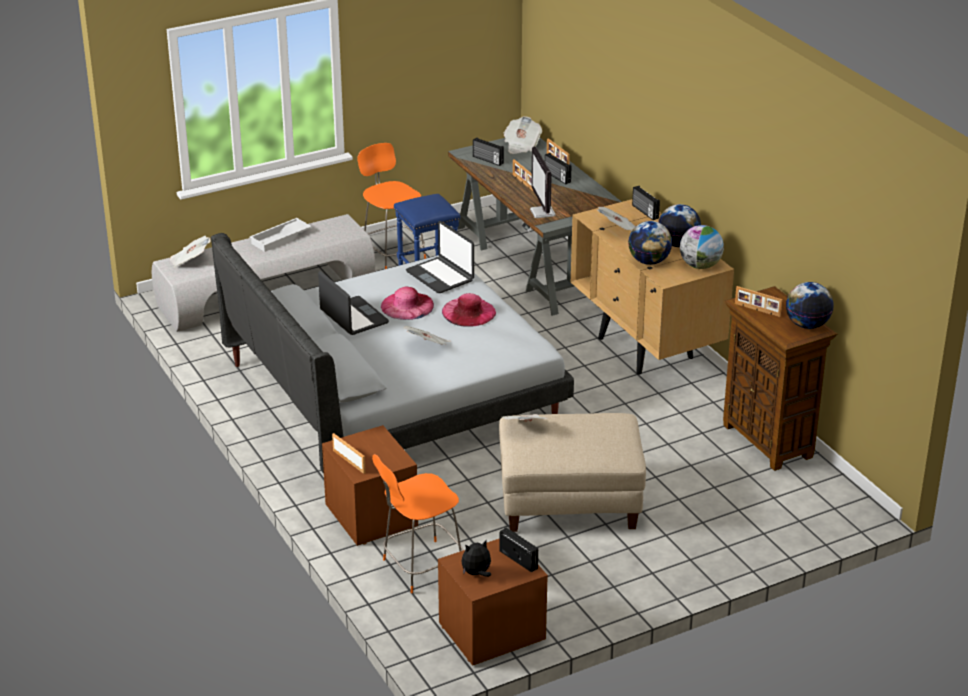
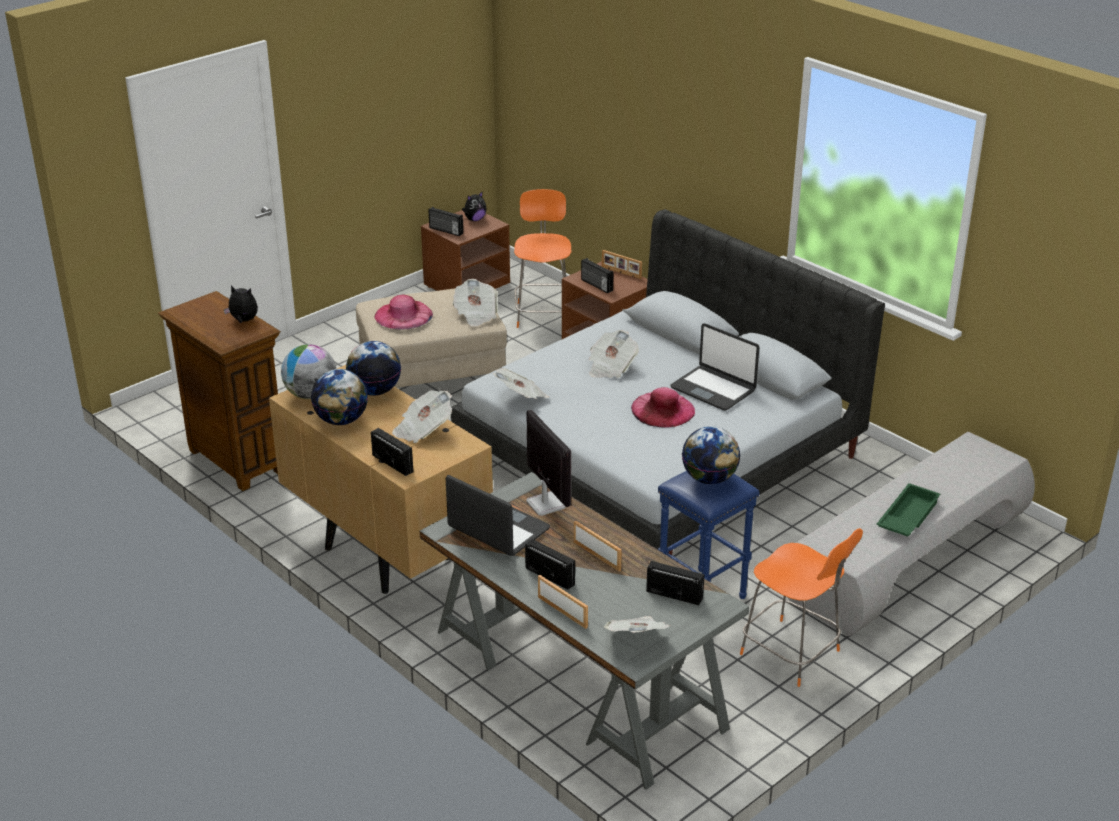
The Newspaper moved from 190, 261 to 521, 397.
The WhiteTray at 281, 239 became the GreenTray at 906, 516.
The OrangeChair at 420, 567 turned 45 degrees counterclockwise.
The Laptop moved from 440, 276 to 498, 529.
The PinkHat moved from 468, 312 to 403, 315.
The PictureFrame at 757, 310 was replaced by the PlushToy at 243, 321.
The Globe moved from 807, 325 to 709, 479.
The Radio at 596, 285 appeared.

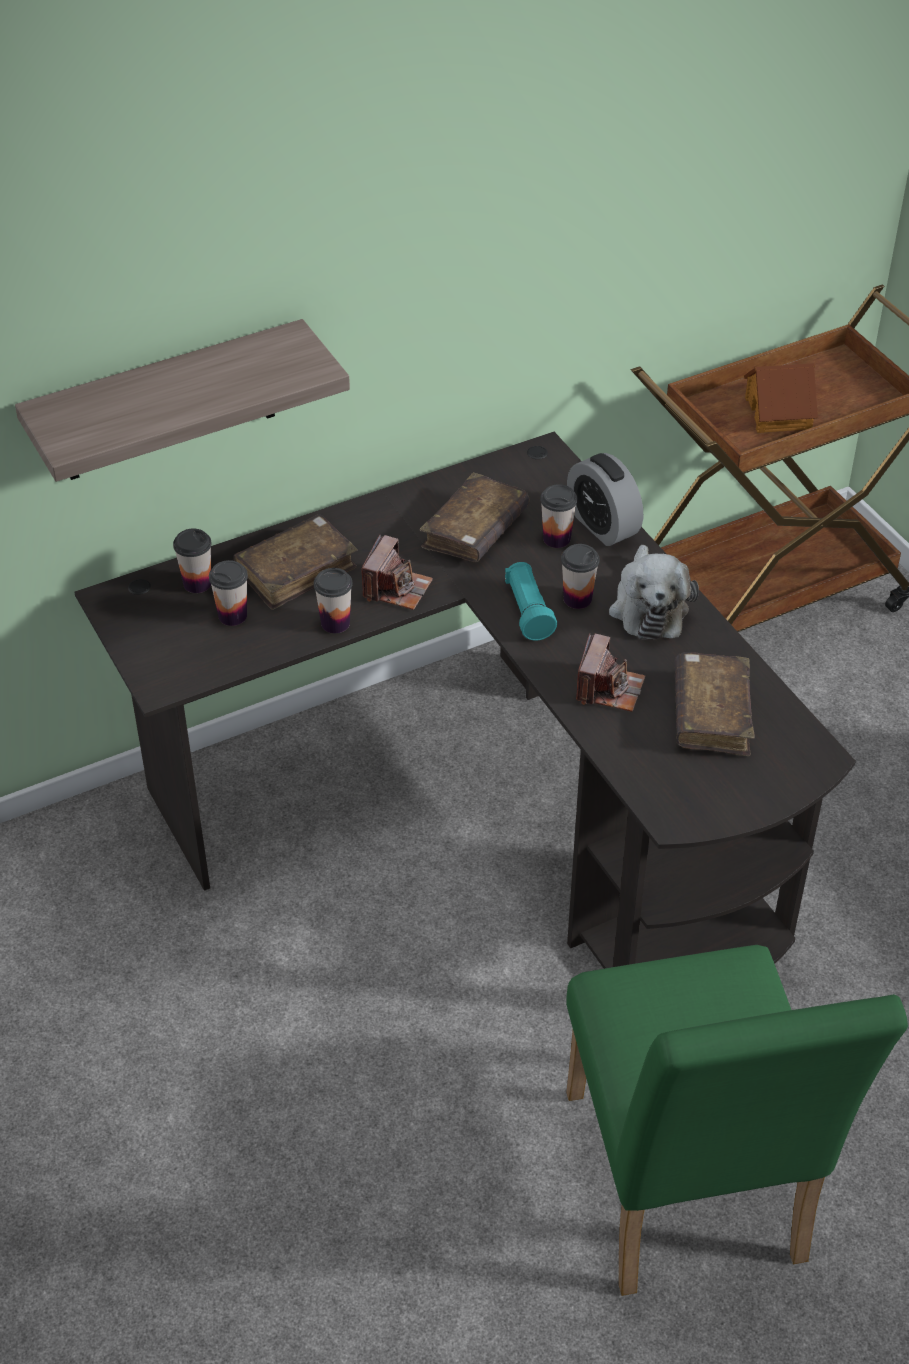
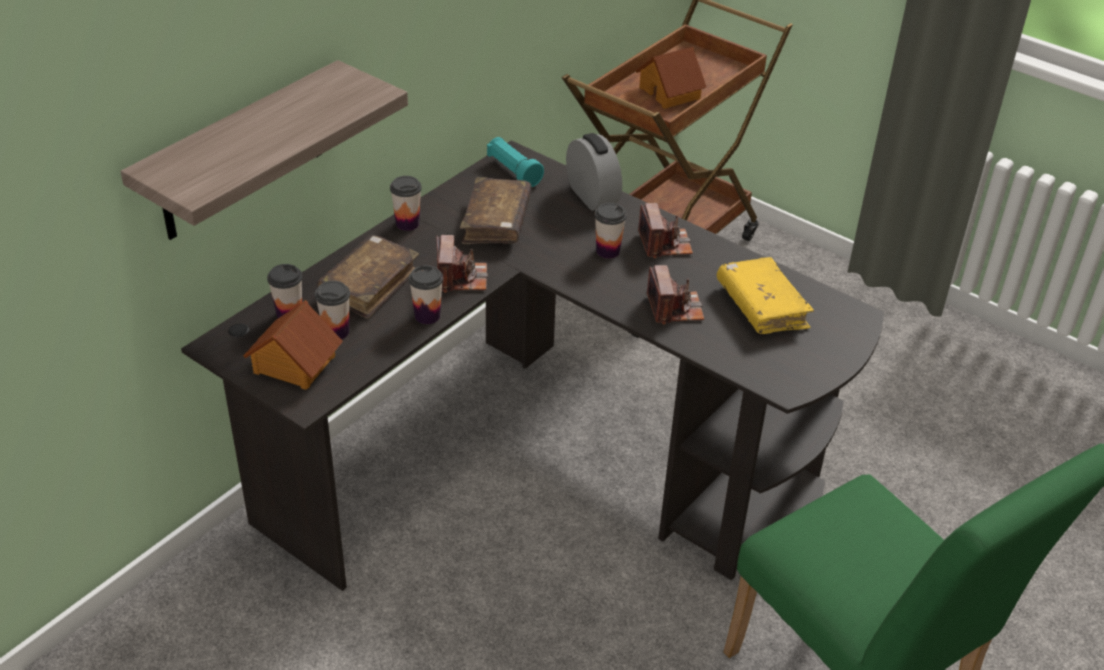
The TurquoiseFlashlight moved from 528, 611 to 513, 172.
The Cup moved from 556, 539 to 407, 224.
The AlarmClock at 602, 525 turned 150 degrees counterclockwise.
The PlushToy at 648, 607 was replaced by the PhotoCamera at 664, 244.
The BrownBook at 711, 714 became the YellowBook at 761, 306.
The ToyHouse at 294, 364 appeared.

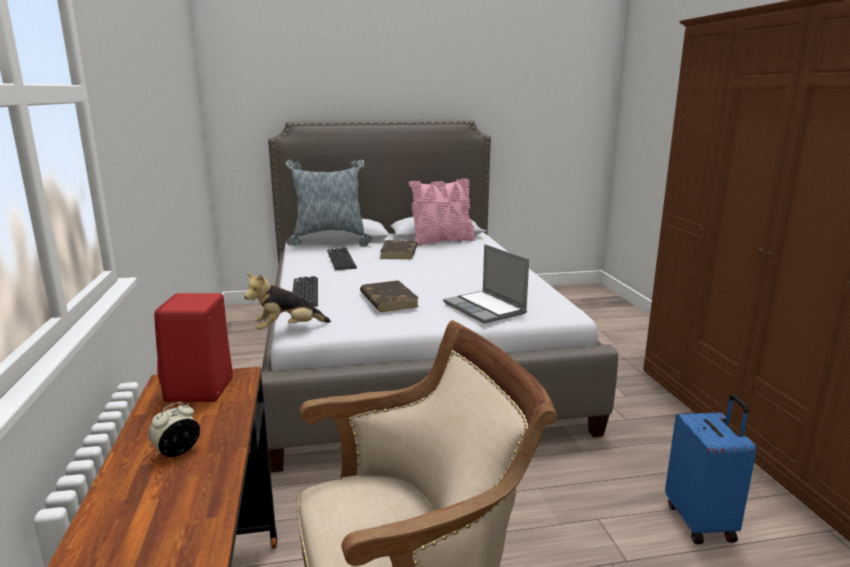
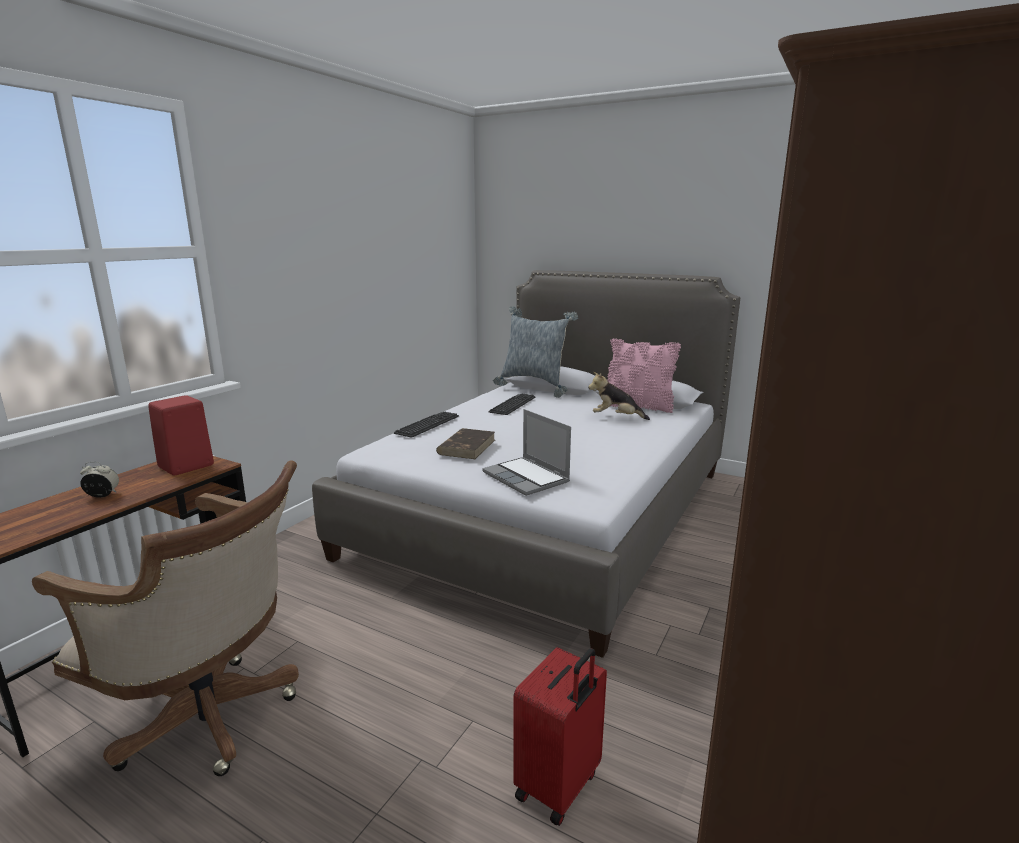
The PlushToy moved from 287, 329 to 616, 418.
The BrownBook at 399, 253 disappeared.
The Laptop at 486, 309 turned 45 degrees counterclockwise.
The BlueSuitcase at 701, 522 became the RedSuitcase at 559, 786.

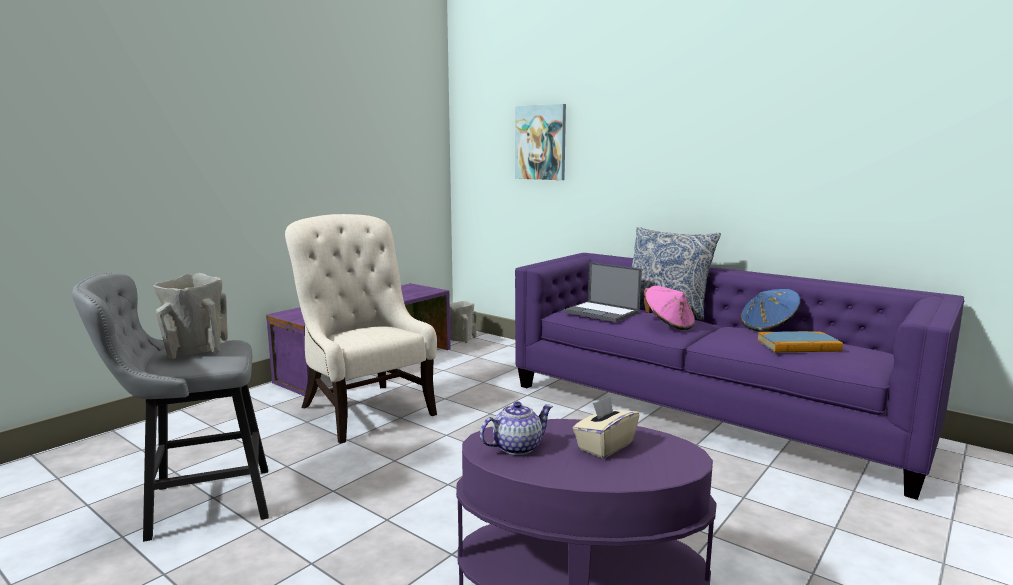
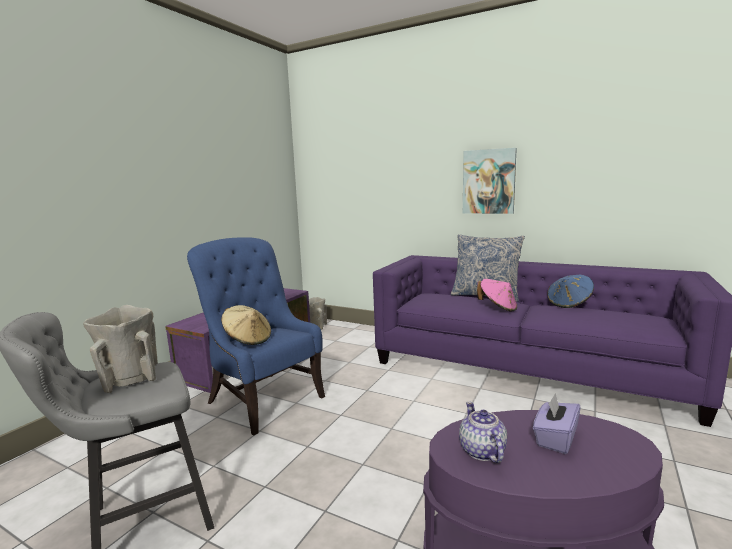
The BeigeArmchair at 365, 410 became the BlueArmchair at 264, 400.
The Teapot at 516, 447 turned 60 degrees counterclockwise.
The Picture moved from 541, 142 to 488, 181.
The Laptop at 602, 312 disappeared.
The BeigeTissueBox at 605, 446 became the PurpleTissueBox at 555, 438.
The Book at 798, 345 disappeared.
The BeigeHat at 248, 339 appeared.

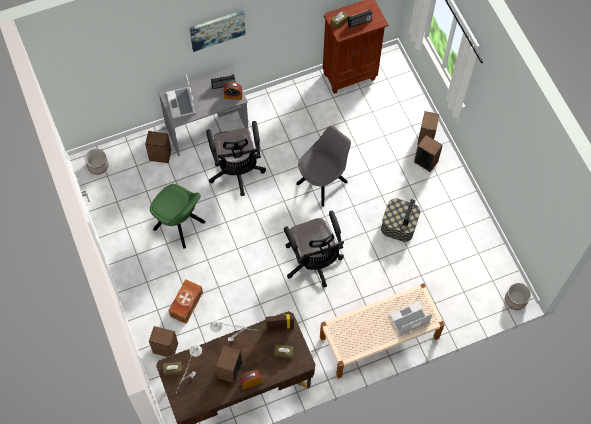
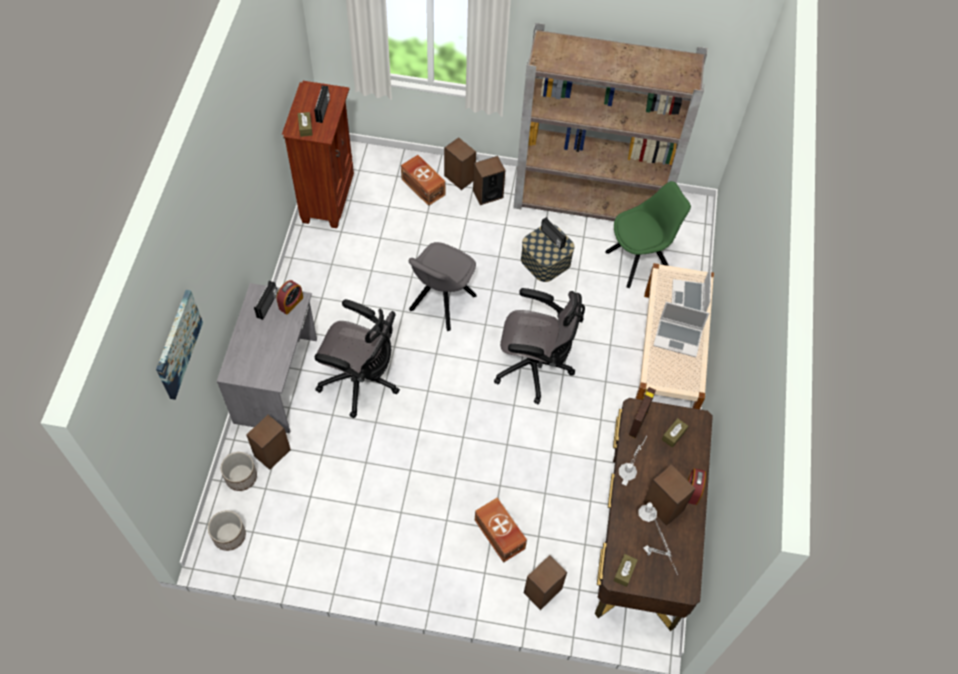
The GreenChair moved from 180, 225 to 638, 261.
The Laptop moved from 181, 103 to 678, 338.
The Picture moved from 217, 29 to 177, 344.
The GreyChair at 322, 183 turned 135 degrees counterclockwise.
The Planter moved from 515, 300 to 241, 477.
The BrownStorageBox at 423, 186 appeared.
The BrownBookcase at 590, 199 appeared.

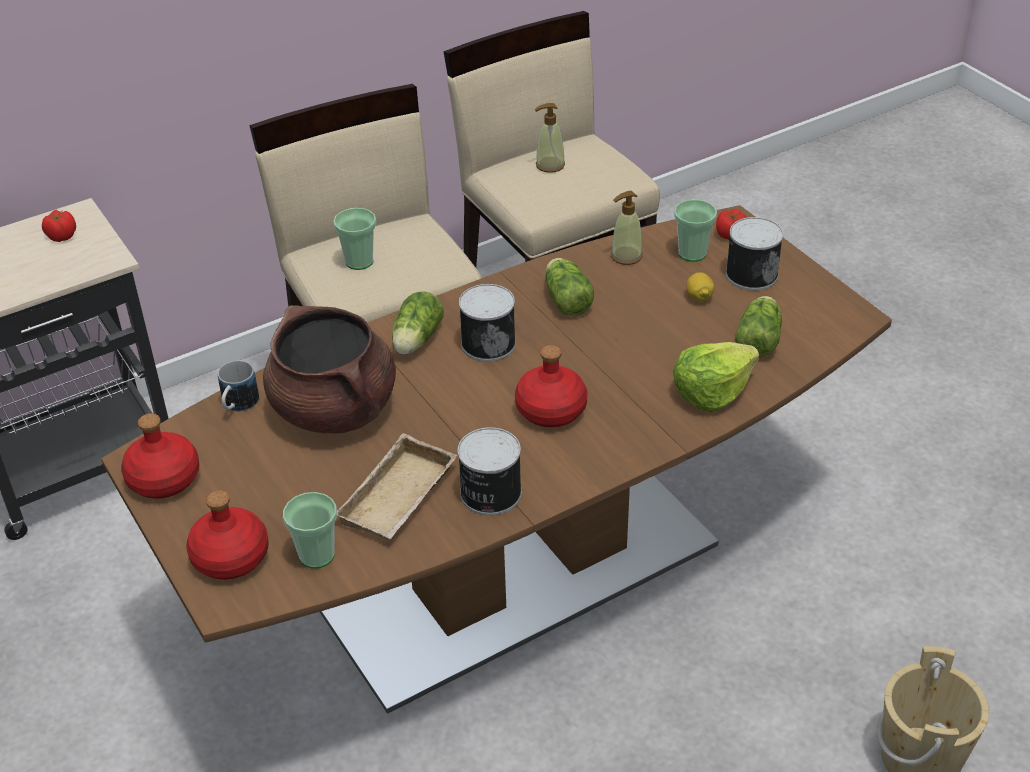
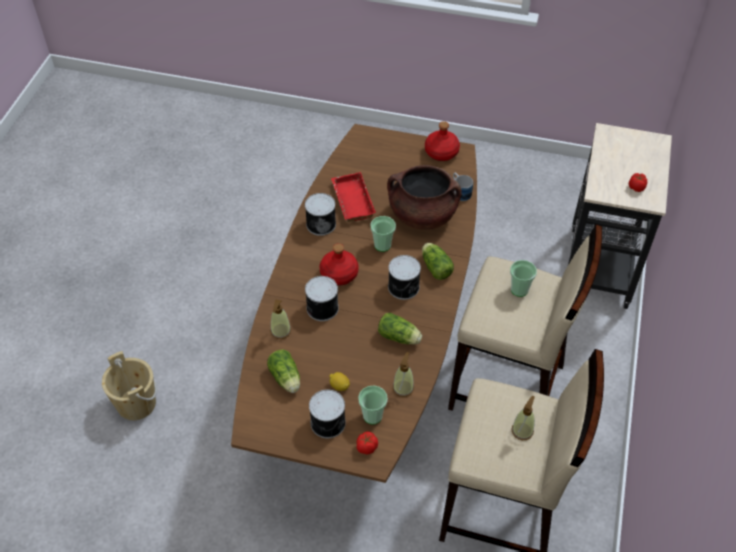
The RedBottle at 229, 557 disappeared.
The Cup moved from 317, 555 to 382, 245.
The BeigeTray at 400, 498 became the RedTray at 351, 200.
The Lettuce at 712, 392 was replaced by the SoapDispenser at 280, 331.
The Can at 321, 308 appeared.

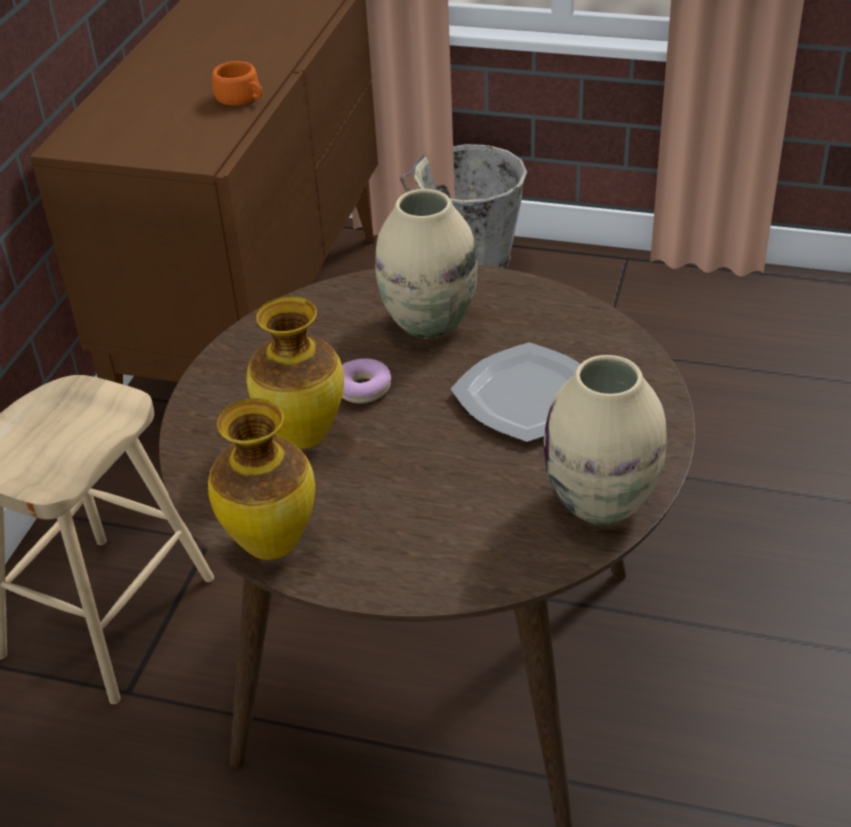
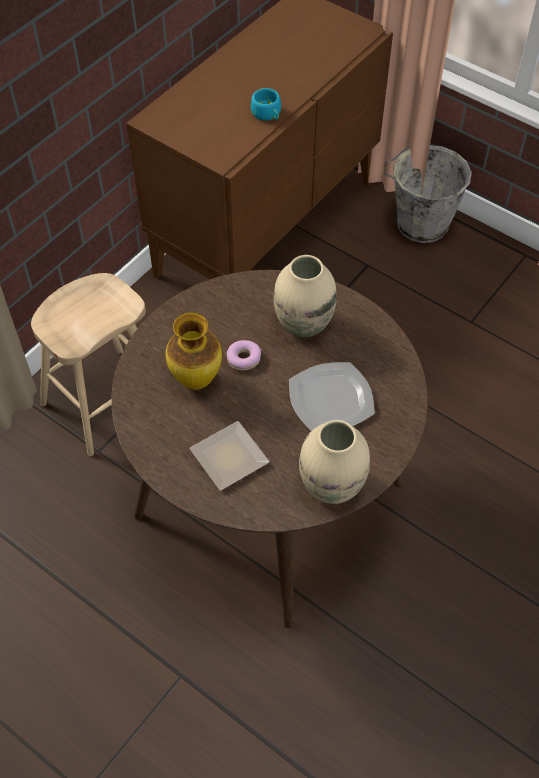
The Vase at 272, 544 disappeared.
The OrangeCup at 242, 98 became the TurquoiseCup at 268, 114.
The Plate at 226, 457 appeared.

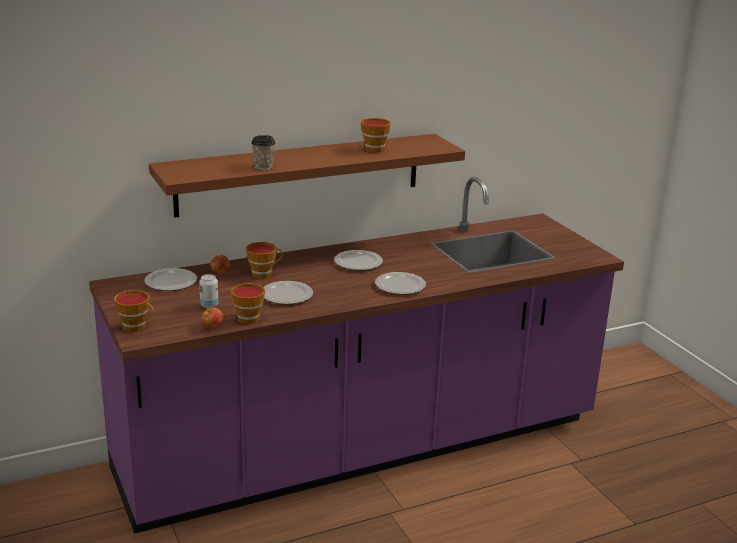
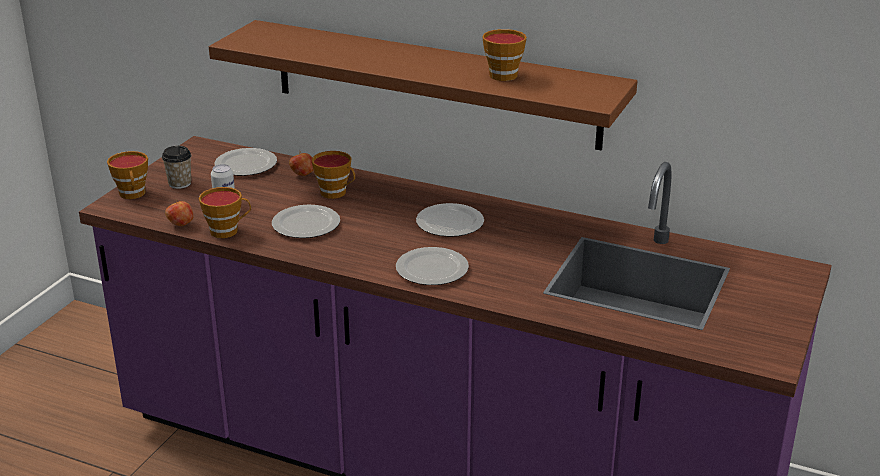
The Cup moved from 263, 167 to 180, 184.

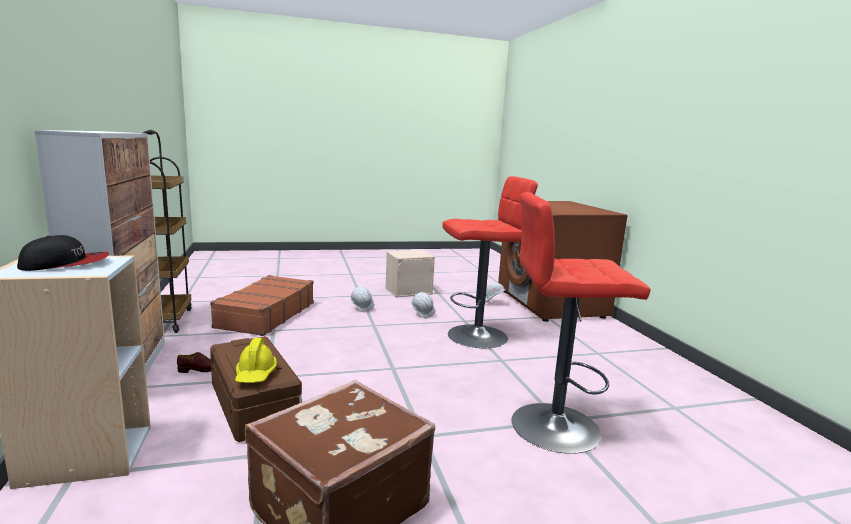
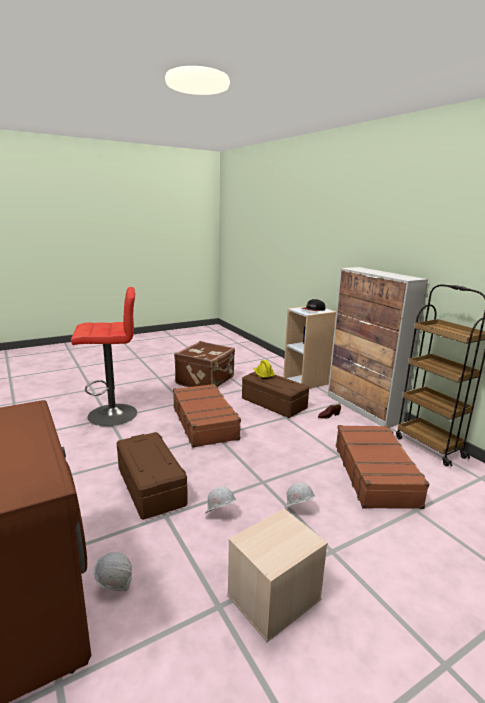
The RedStool at 478, 336 was replaced by the BrownStorageBox at 150, 486.
The BrownSuitcase at 205, 422 appeared.

